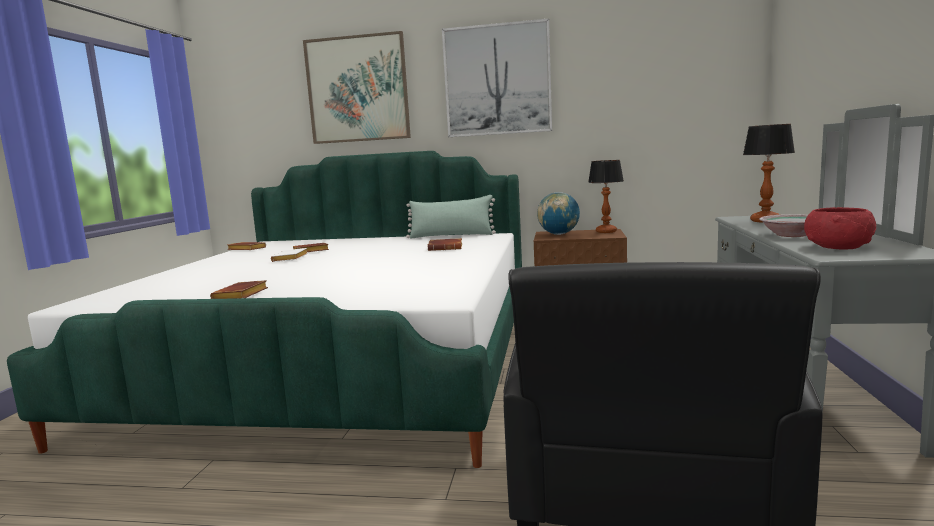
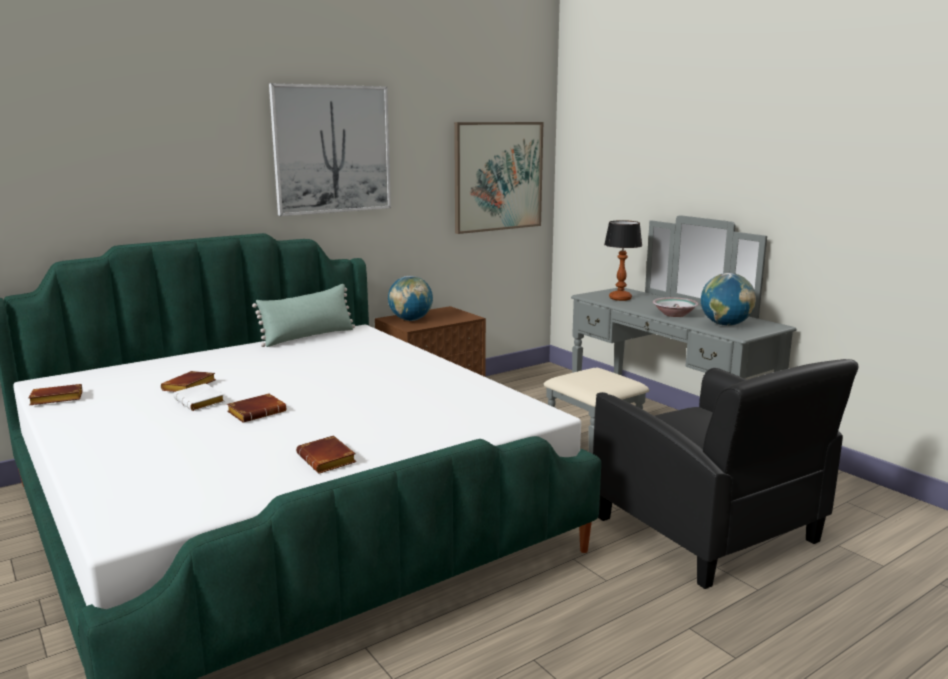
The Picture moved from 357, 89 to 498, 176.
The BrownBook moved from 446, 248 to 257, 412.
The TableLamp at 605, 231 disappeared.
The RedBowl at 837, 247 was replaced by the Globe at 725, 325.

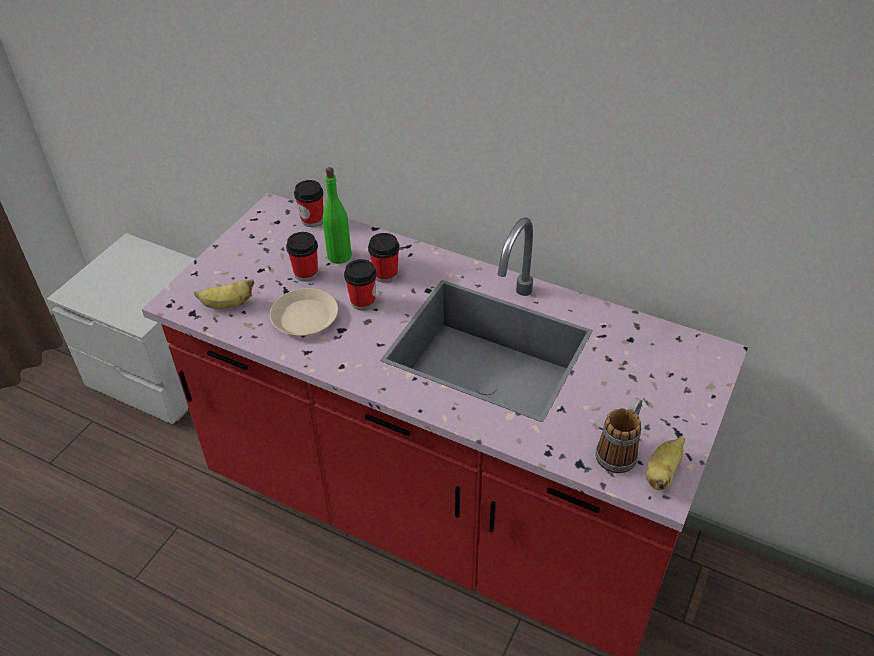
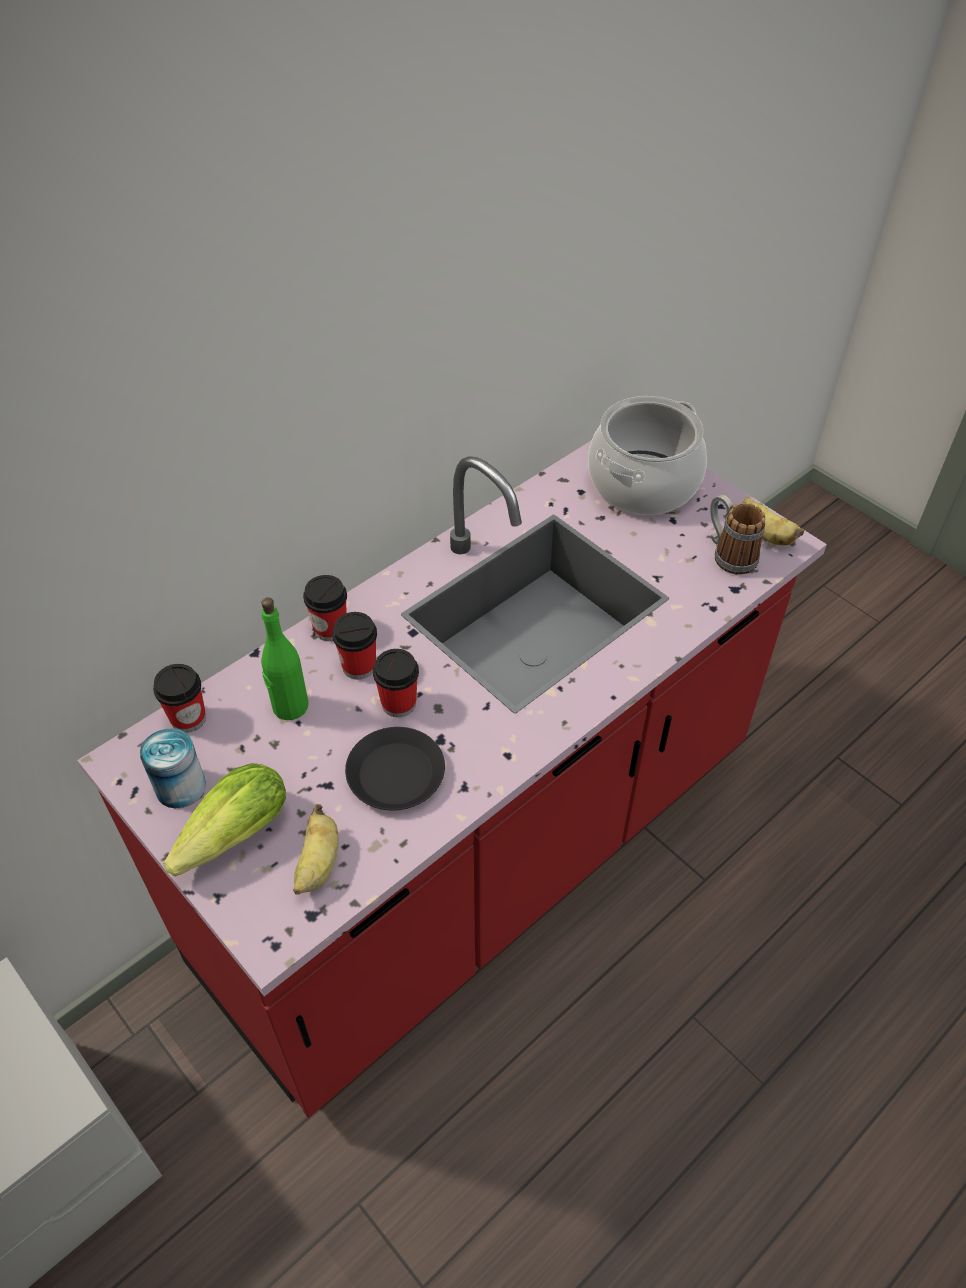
The BeigePlate at 305, 317 became the BlackPlate at 395, 774.
The Cup moved from 306, 273 to 330, 629.
The Can at 180, 787 appeared.
The Lettuce at 229, 840 appeared.
The CookingPot at 643, 483 appeared.

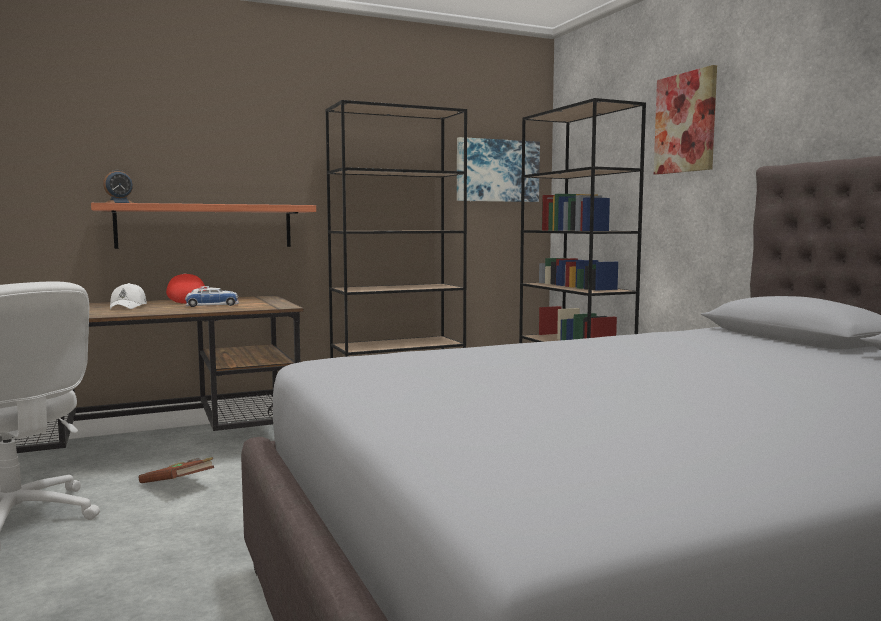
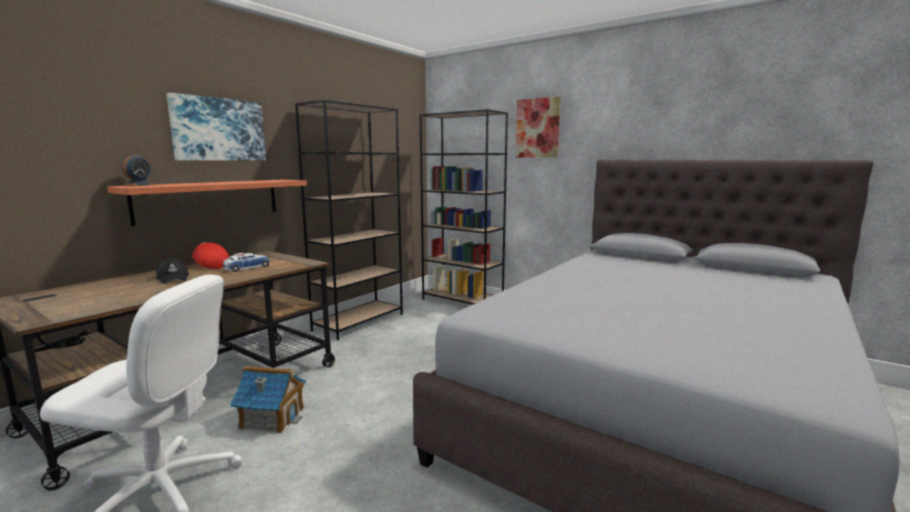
The WhiteCap at 128, 306 became the BlackCap at 173, 278.
The BrownBook at 178, 485 was replaced by the ToyHouse at 272, 417.
The Picture moved from 497, 171 to 218, 129.

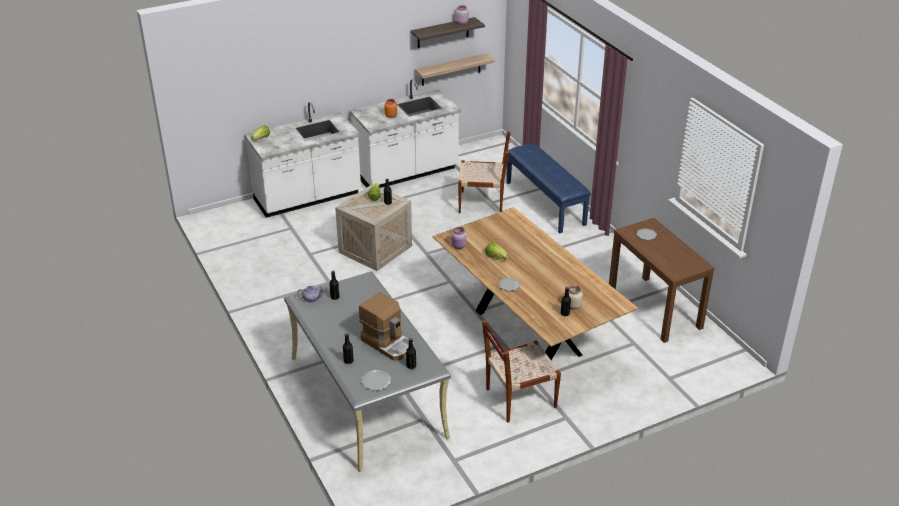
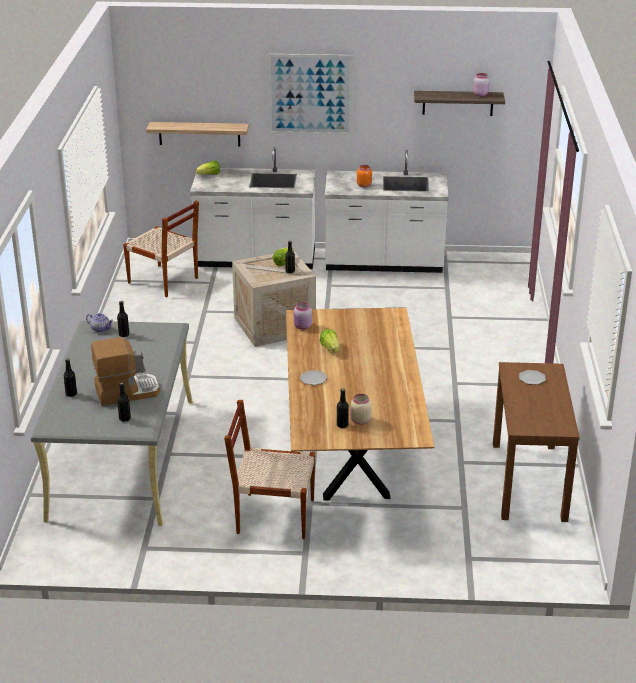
The CoffeeMachine at 388, 343 turned 90 degrees counterclockwise.
The Plate at 375, 381 disappeared.
The Shelf moved from 451, 69 to 199, 134.
The Chair moved from 483, 203 to 164, 282.
The BlueBench at 545, 203 disappeared.
The Picture at 310, 94 appeared.

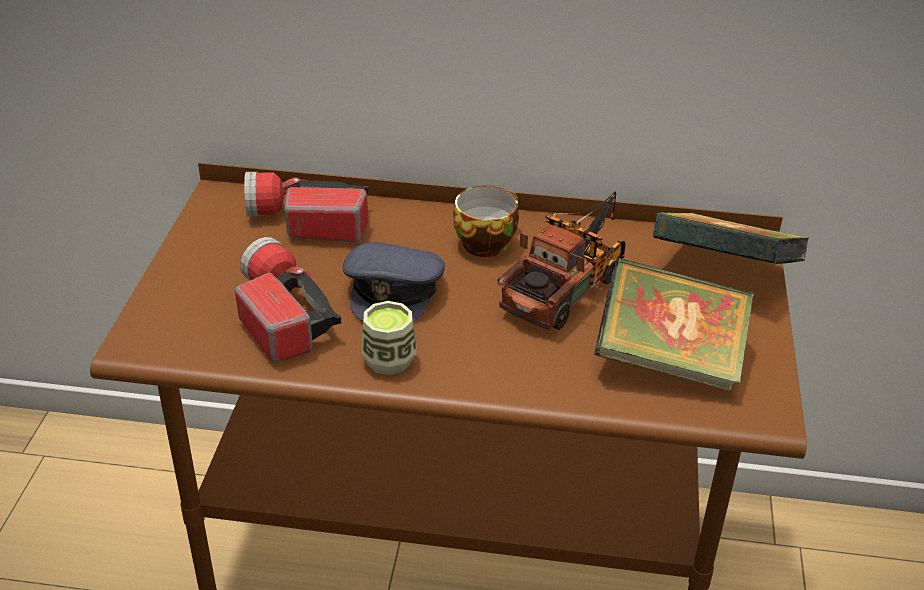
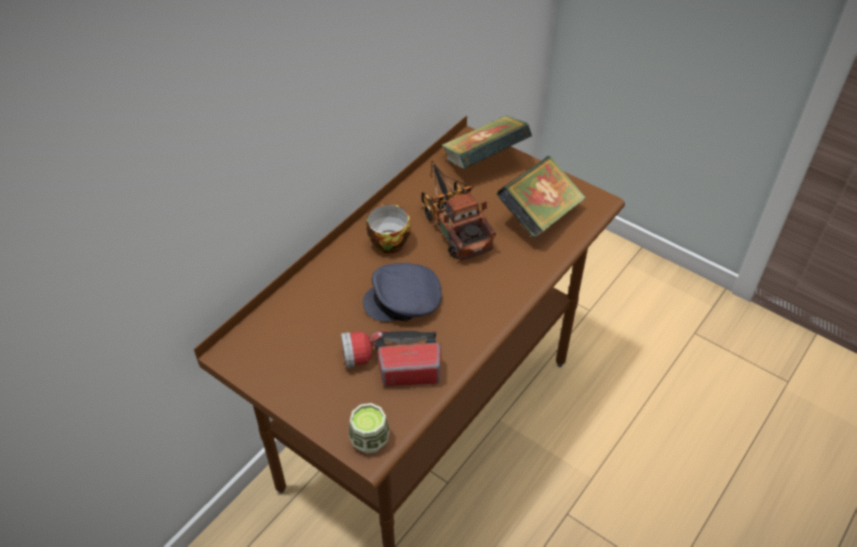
The Flashlight at 306, 221 disappeared.
The GreyCap at 394, 290 turned 135 degrees clockwise.
The Cup moved from 389, 360 to 369, 440.

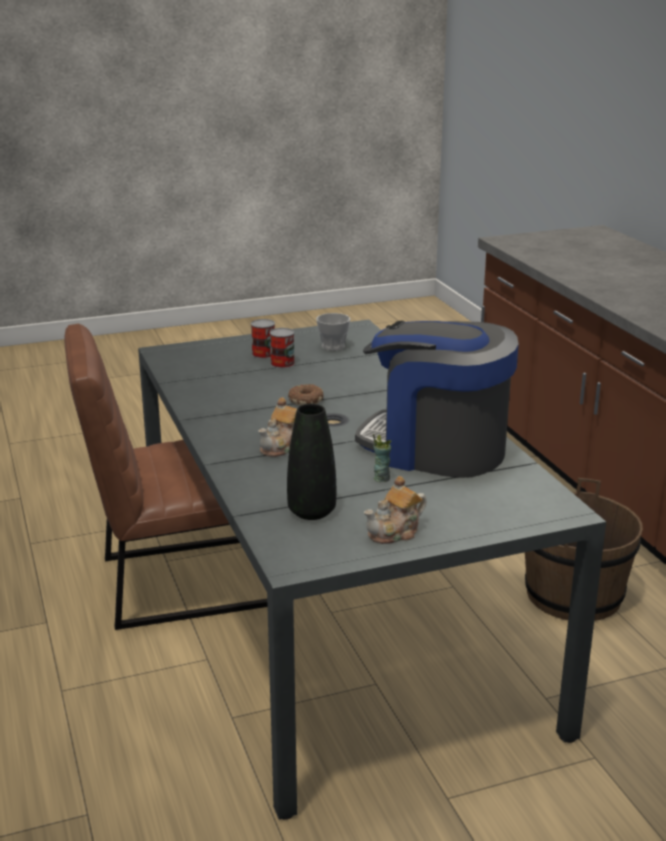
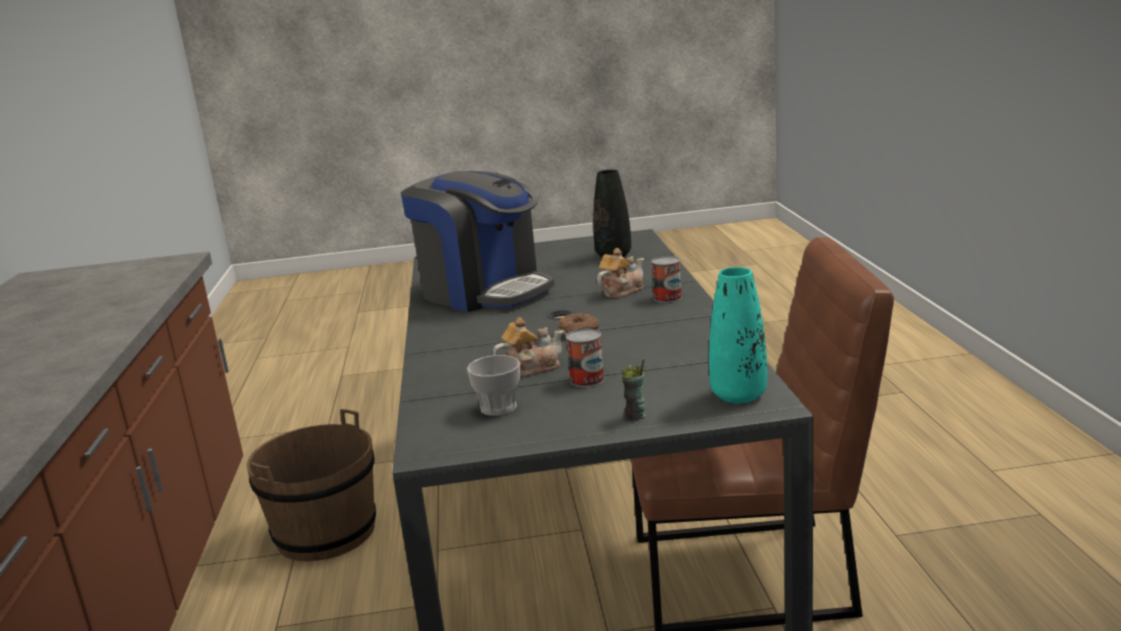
The Can moved from 263, 354 to 667, 298.
The Teapot moved from 395, 533 to 531, 368.
The Cup moved from 381, 478 to 635, 416.
The TurquoiseVase at 738, 395 appeared.

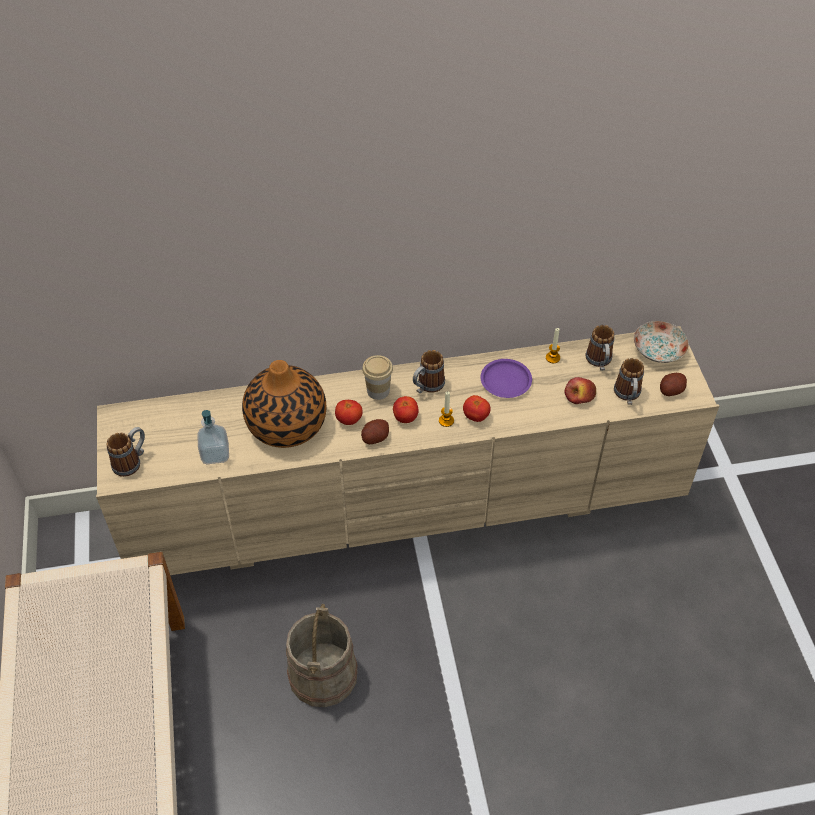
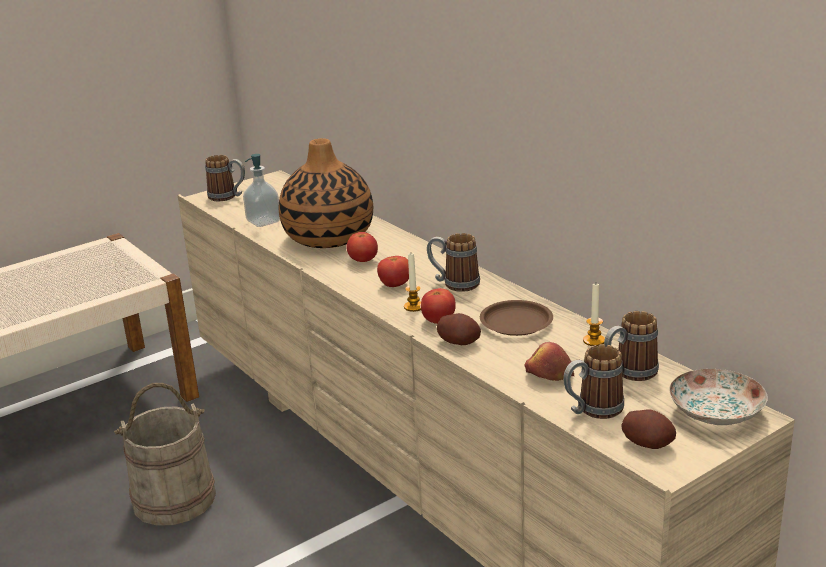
The Potato moved from 375, 437 to 459, 342.
The Cup at 378, 391 disappeared.
The PurplePlate at 505, 381 became the BrownPlate at 515, 322.

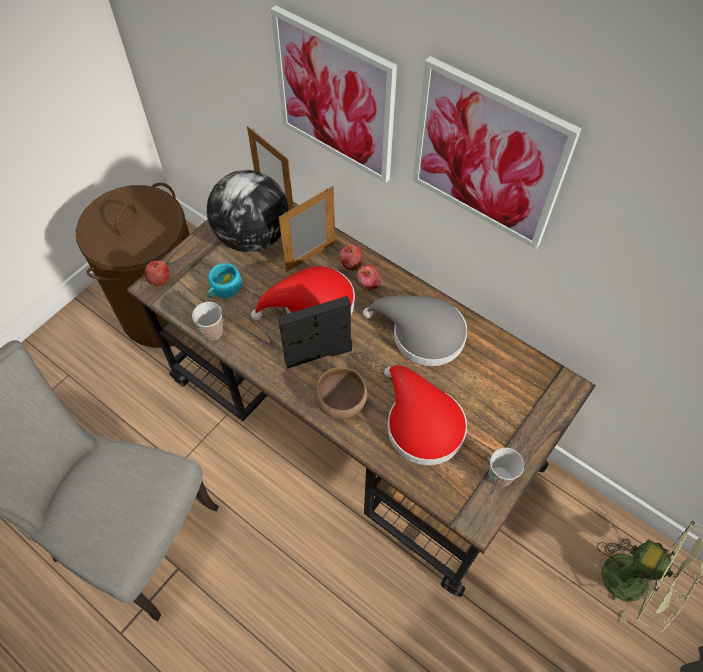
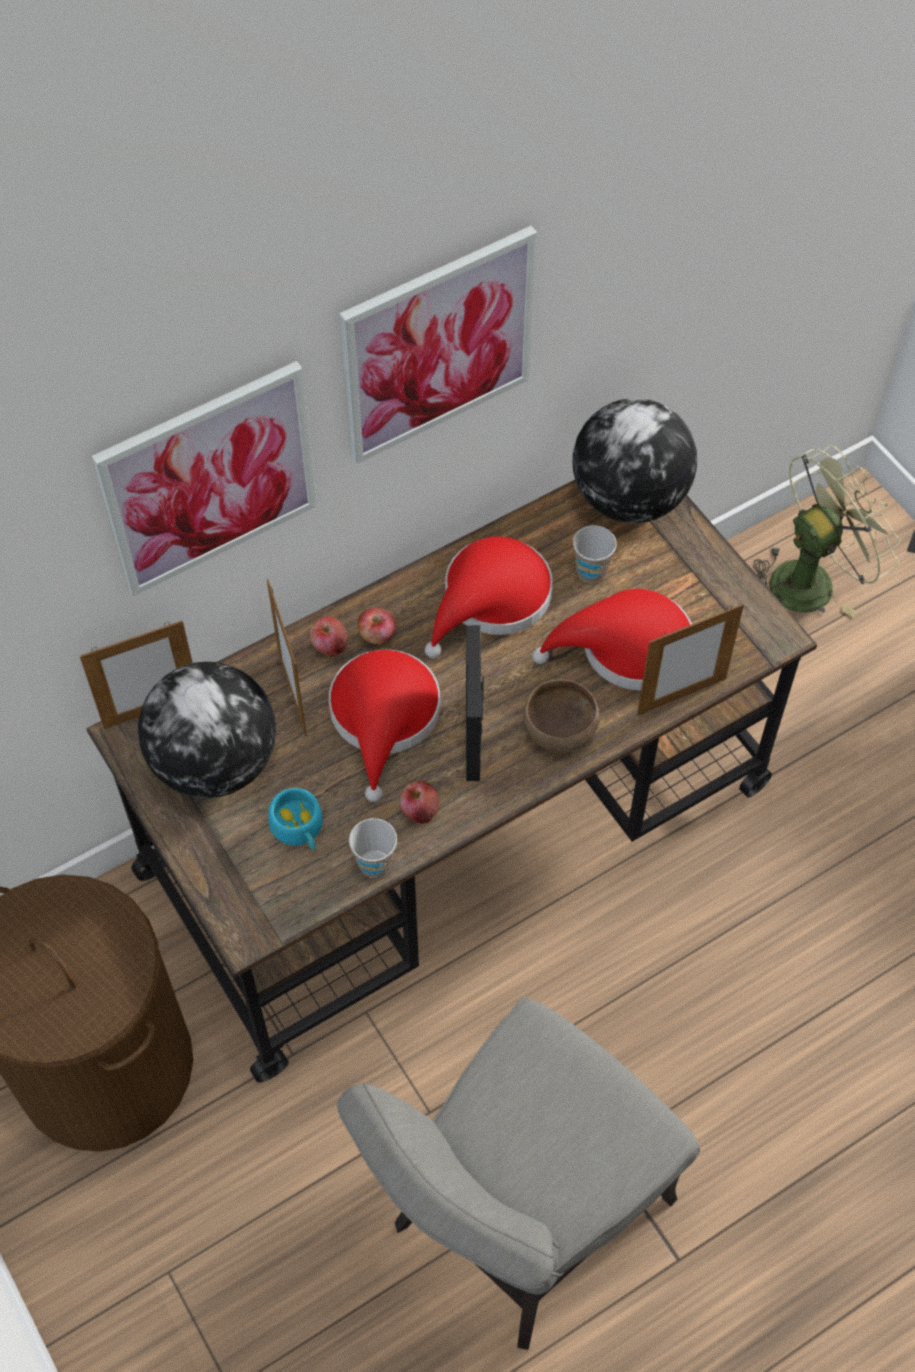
The Apple moved from 159, 279 to 419, 810.
The GreyHat at 422, 334 became the RedHat at 491, 600.
The Cup moved from 499, 477 to 591, 571.
The Globe at 629, 499 appeared.
The PictureFrame at 681, 696 appeared.

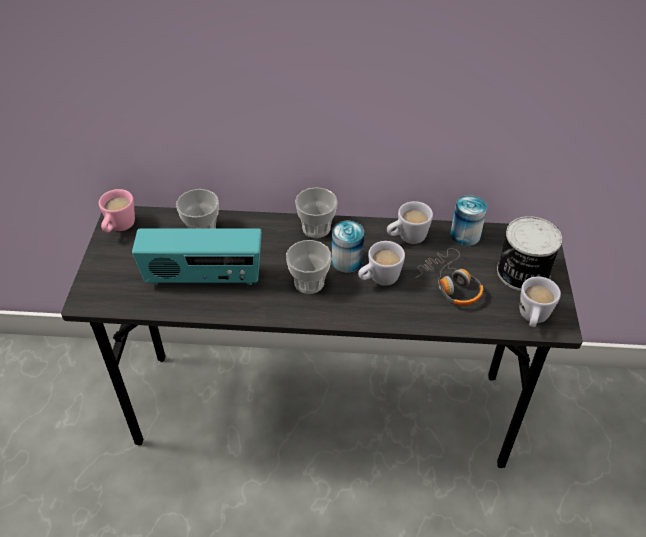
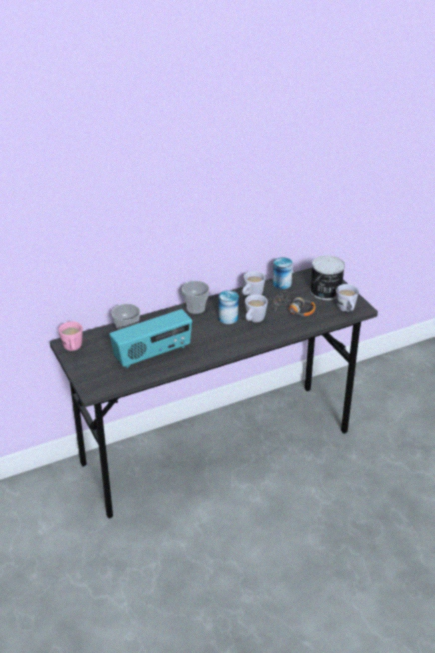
The Cup at 309, 283 disappeared.

